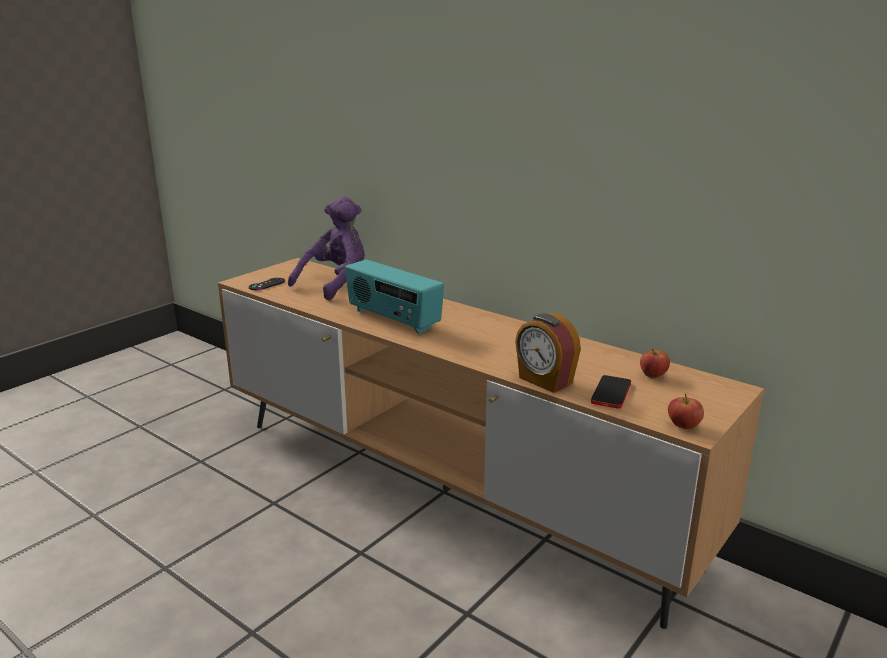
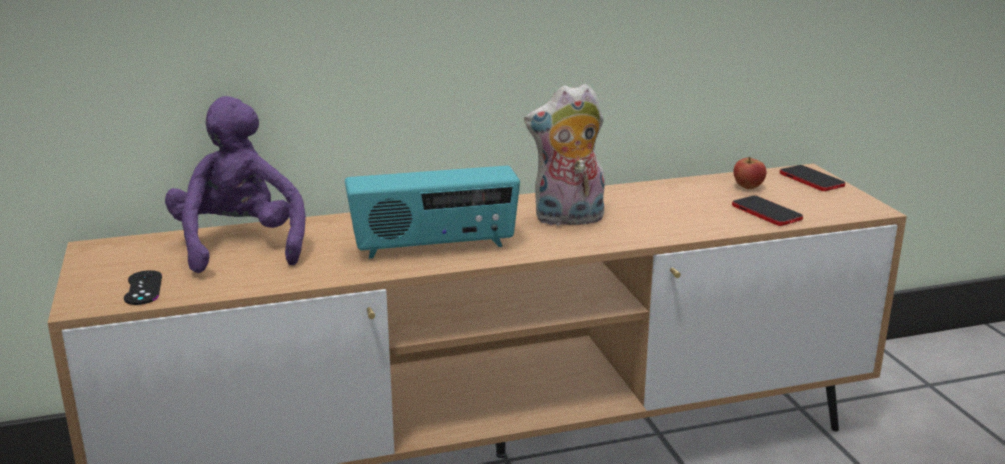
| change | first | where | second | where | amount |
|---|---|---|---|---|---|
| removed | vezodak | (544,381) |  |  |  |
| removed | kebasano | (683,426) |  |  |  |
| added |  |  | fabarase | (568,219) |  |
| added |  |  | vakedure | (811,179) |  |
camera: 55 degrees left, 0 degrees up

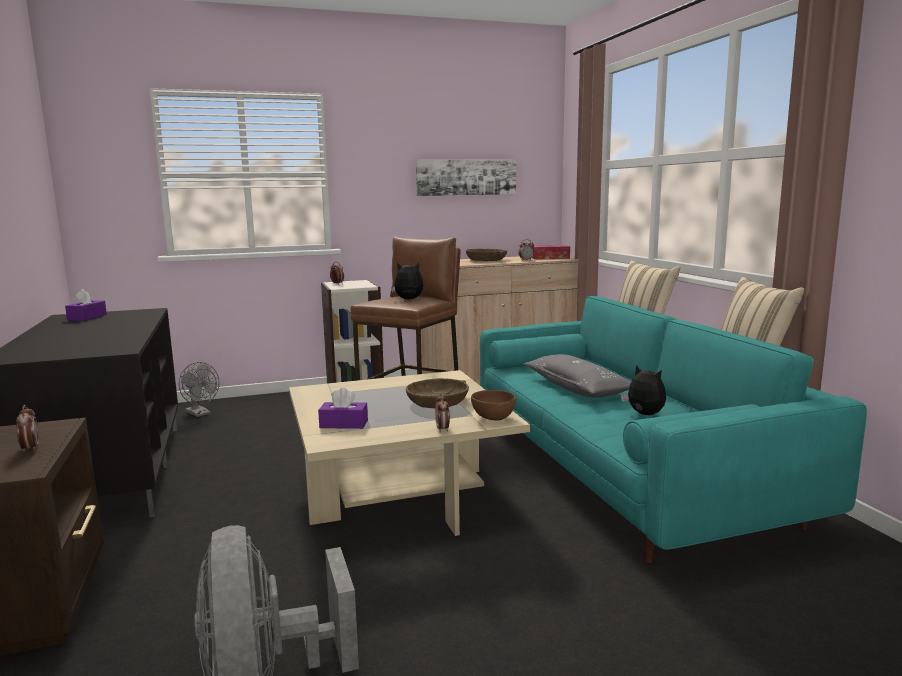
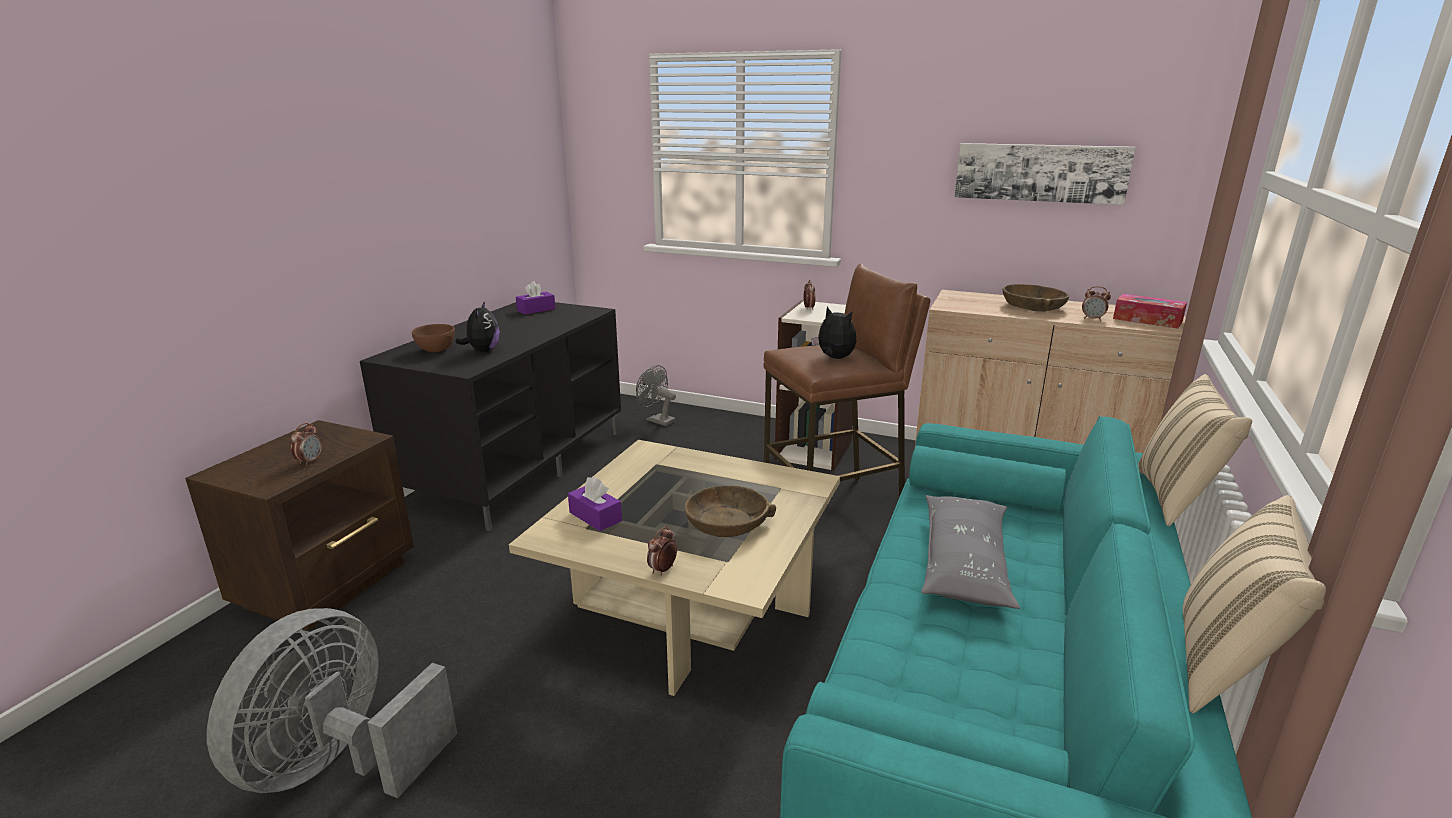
| change | first | where | second | where | amount |
|---|---|---|---|---|---|
| turned | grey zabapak | (200,414) |  | (657,420) | 135 degrees clockwise |
| moved | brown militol | (493,418) |  | (435,350) |  |
| moved | fabarase | (644,414) |  | (483,351) |  |
camera: 40 degrees right, 10 degrees up

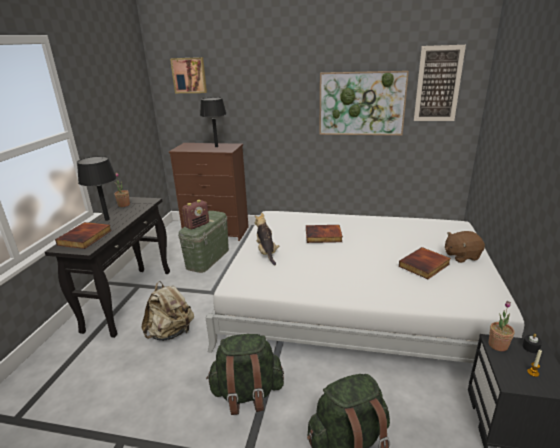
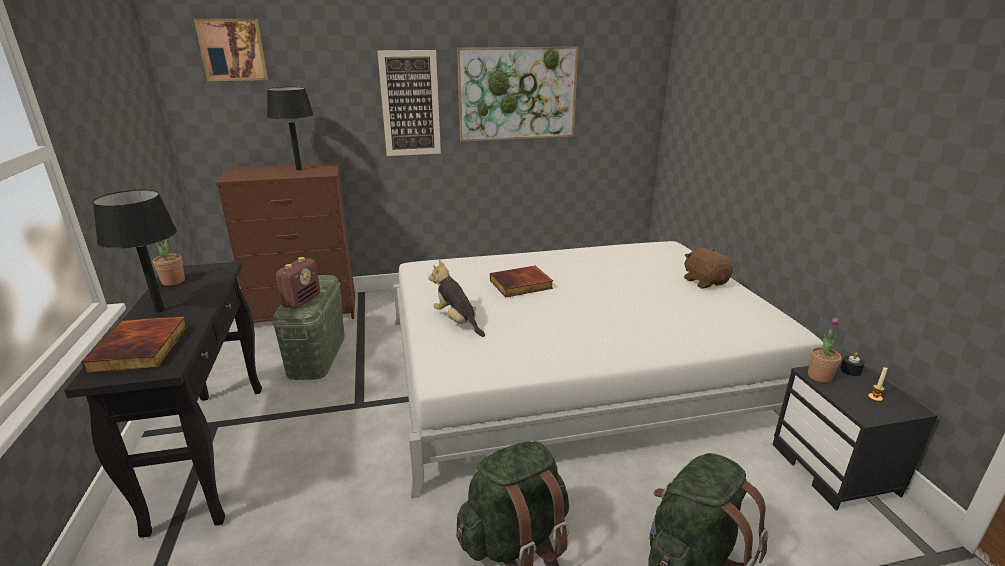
| change | first | where | second | where | amount |
|---|---|---|---|---|---|
| removed | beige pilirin | (171,333) |  |  |  |
| removed | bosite | (425,265) |  |  |  |
| moved | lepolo | (438,84) |  | (410,104) |  |
| turned | brown fabarase | (461,256) |  | (705,282) | 105 degrees clockwise |
camera: 25 degrees left, 0 degrees up

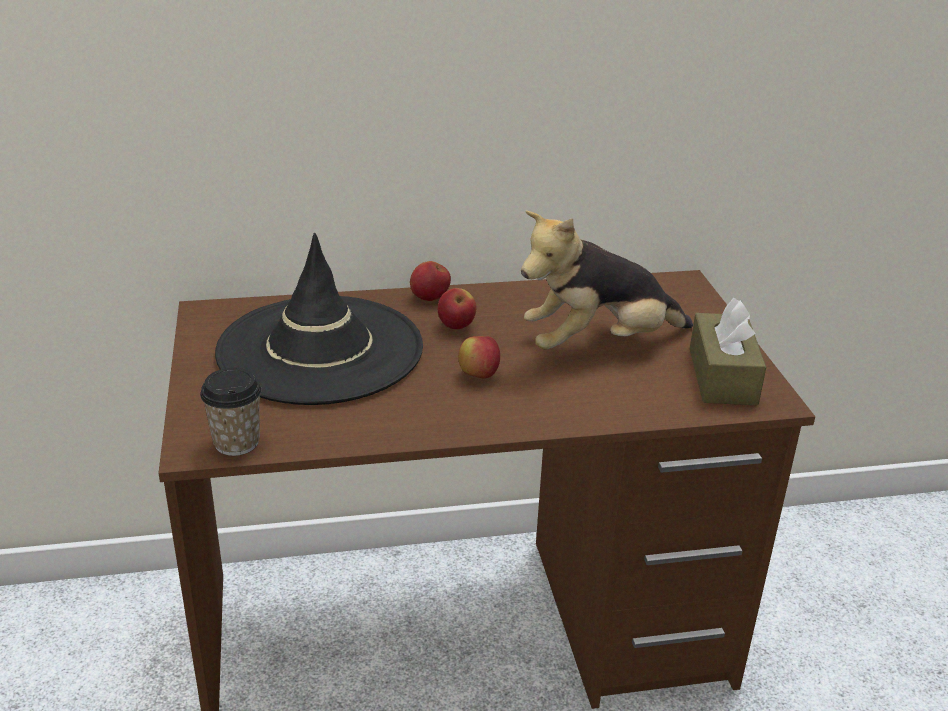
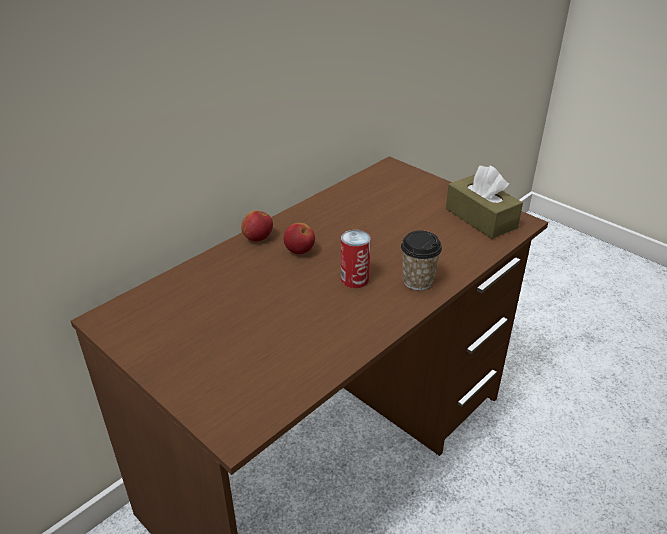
| change | first | where | second | where | amount |
|---|---|---|---|---|---|
| moved | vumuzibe | (236,442) |  | (417,281) |  |
| removed | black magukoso | (320,350) |  |  |  |
| replaced | kebasano | (478,375) | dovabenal | (354,279) |  |
| removed | fabarase | (598,345) |  |  |  |
camera: 35 degrees left, 5 degrees up

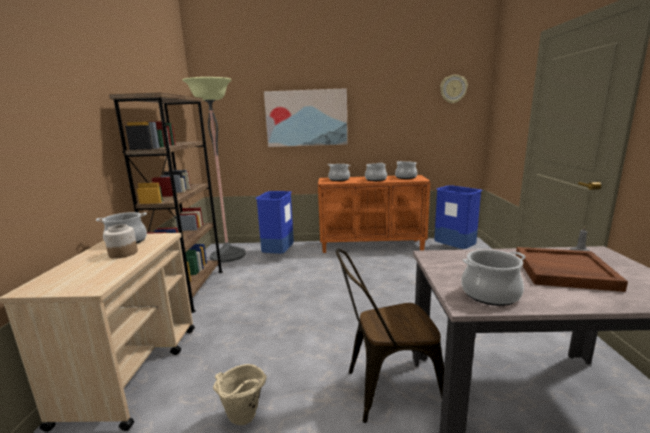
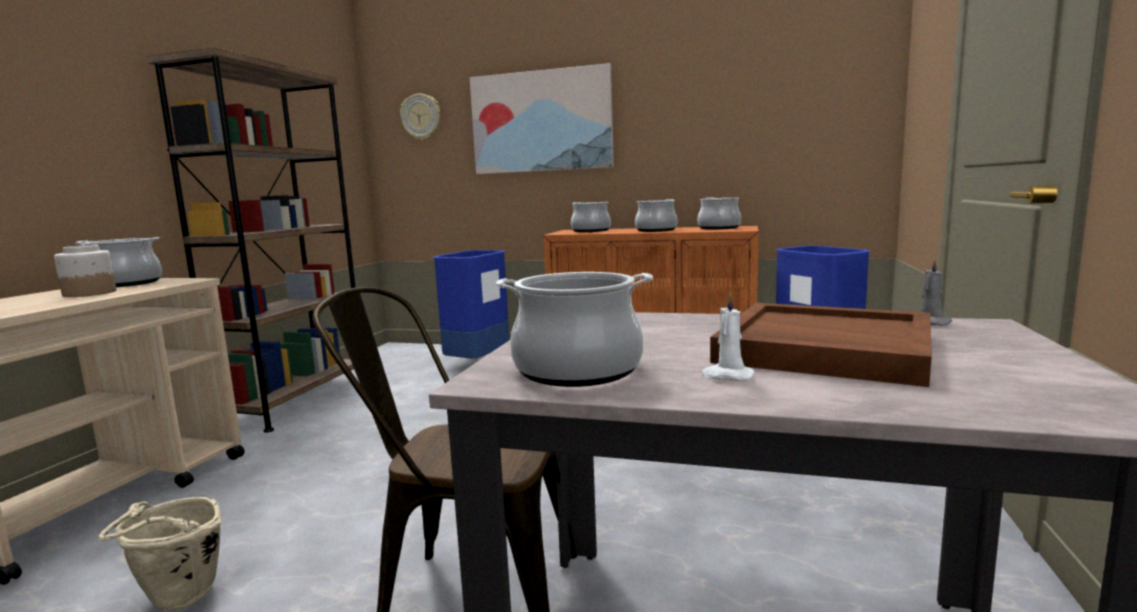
| change | first | where | second | where | amount |
|---|---|---|---|---|---|
| removed | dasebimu | (228,255) |  |  |  |
| moved | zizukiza | (453,89) |  | (421,117) |  |
| added |  |  | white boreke | (726,376) |  |
camera: 15 degrees right, 5 degrees down

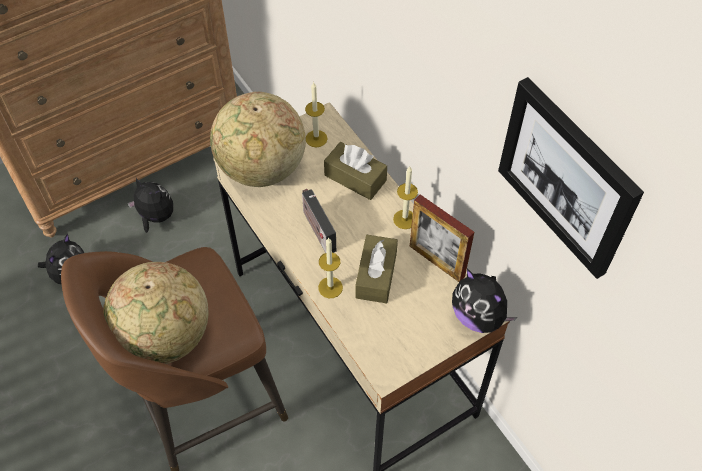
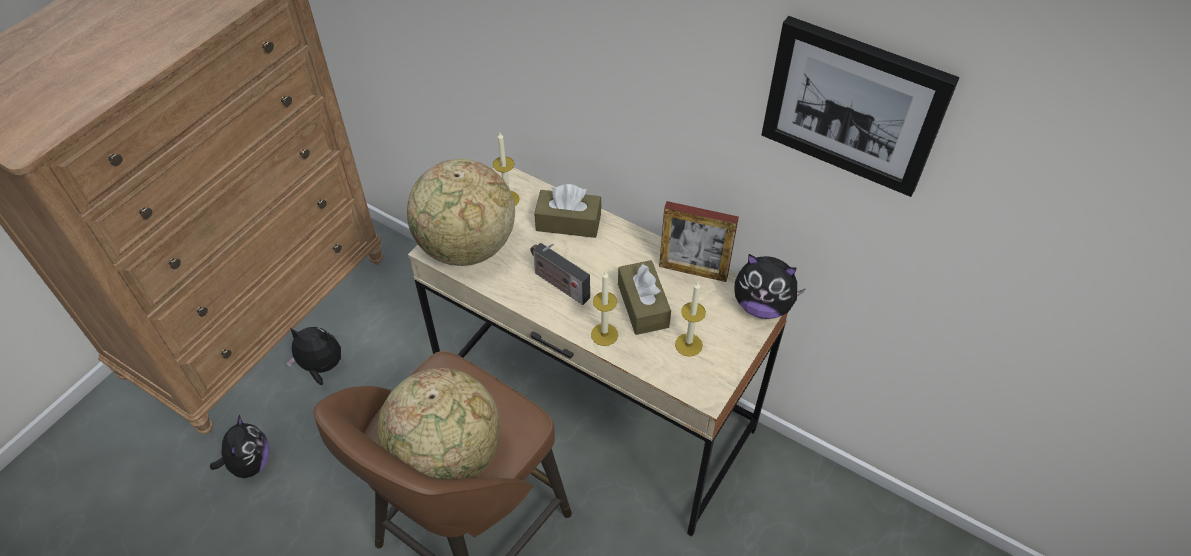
| change | first | where | second | where | amount |
|---|---|---|---|---|---|
| moved | boreke | (404,219) |  | (688,344) |  |
camera: 25 degrees left, 5 degrees down

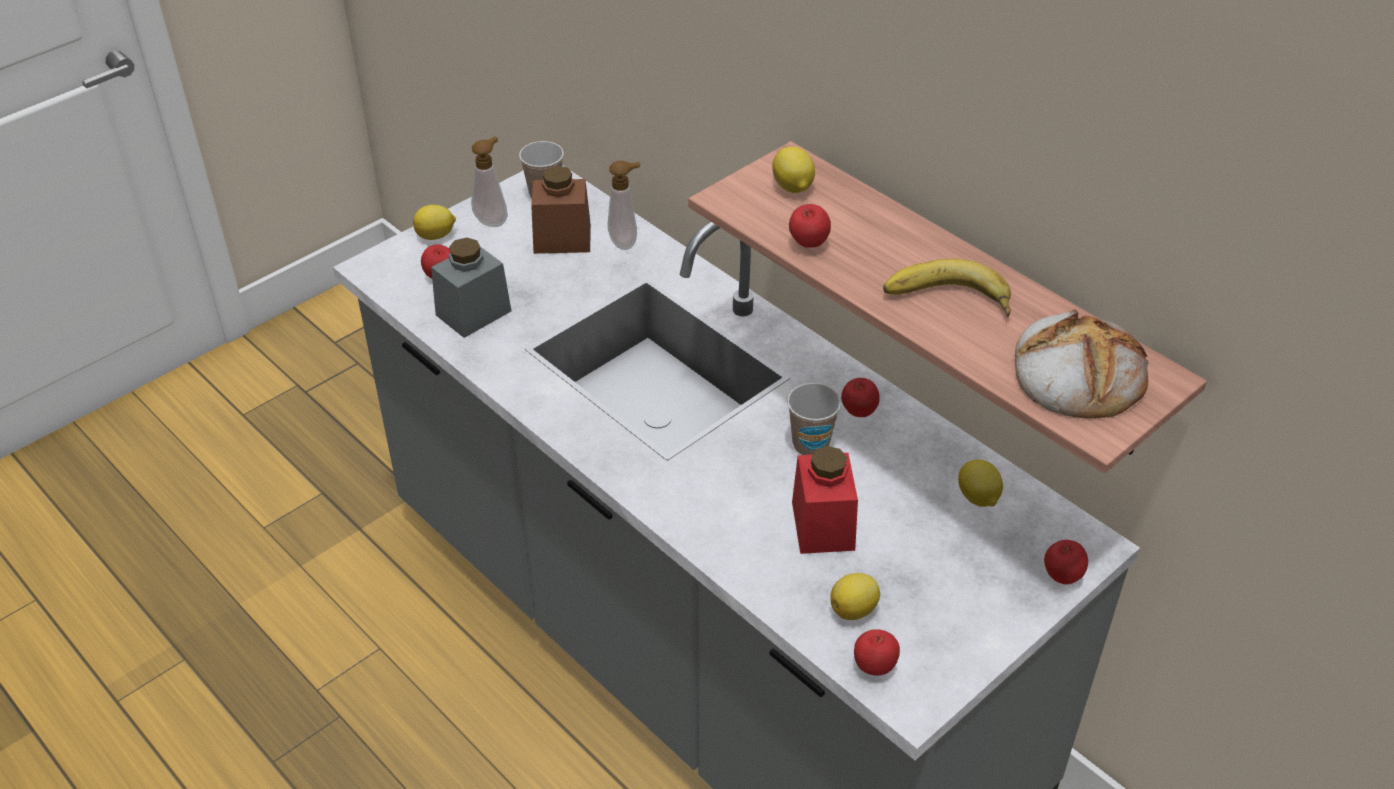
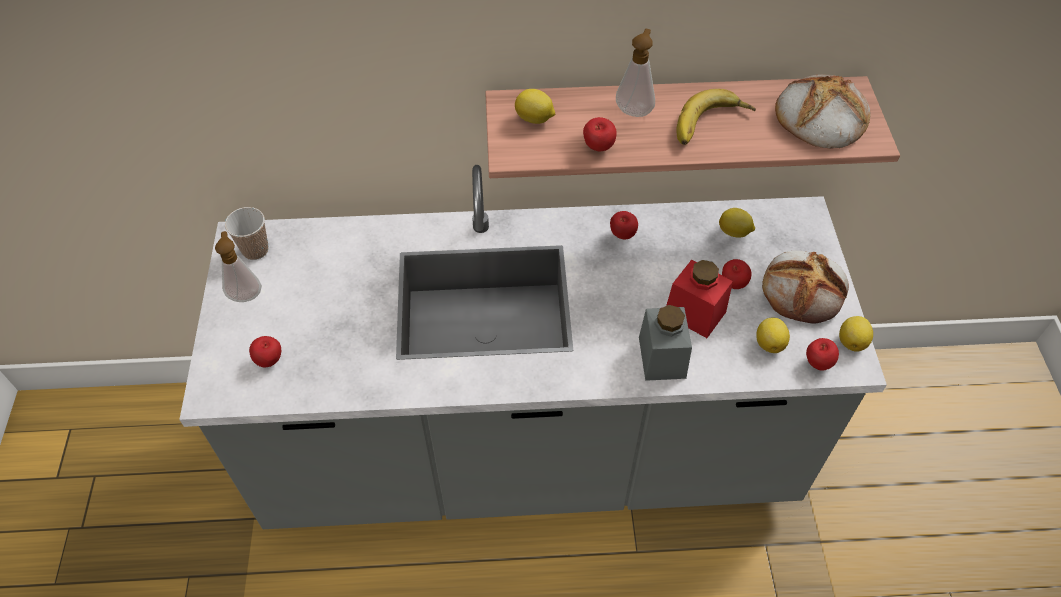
| change | first | where | second | where | amount |
|---|---|---|---|---|---|
| moved | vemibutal | (436,236) |  | (852,341) |  |
| moved | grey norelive | (473,313) |  | (662,357) |  |
| removed | brown norelive | (562,239) |  |  |  |
| moved | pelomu | (626,242) |  | (634,110) |  |
| removed | vumuzibe | (810,444) |  |  |  |
| moved | kebasano | (1061,577) |  | (733,284) |  |
| added |  |  | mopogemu | (804,289) |  |
camera: 50 degrees left, 10 degrees up

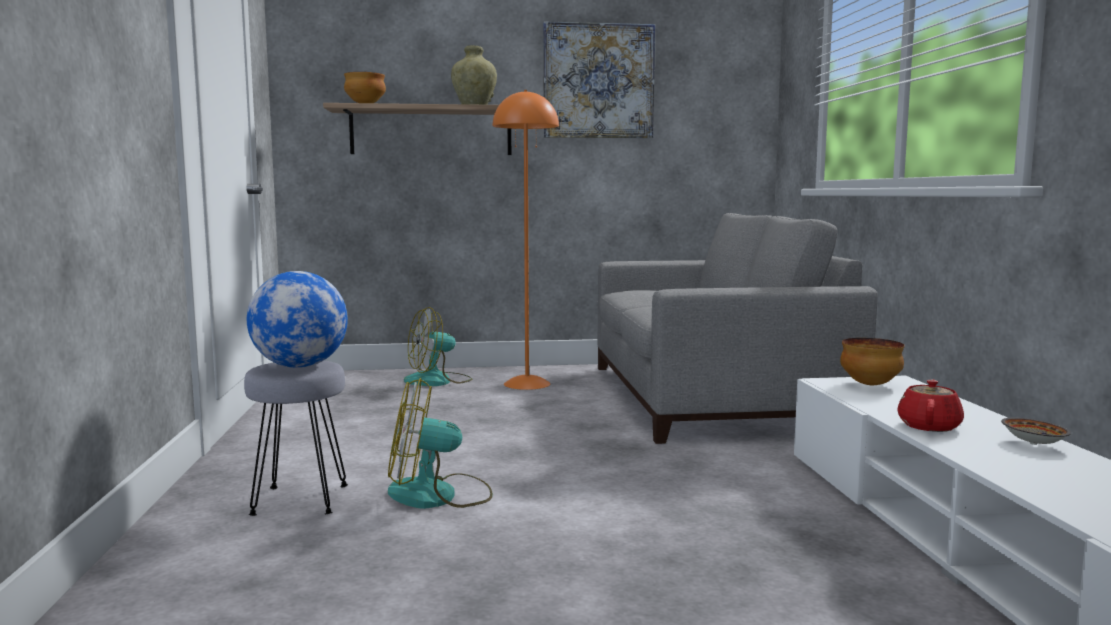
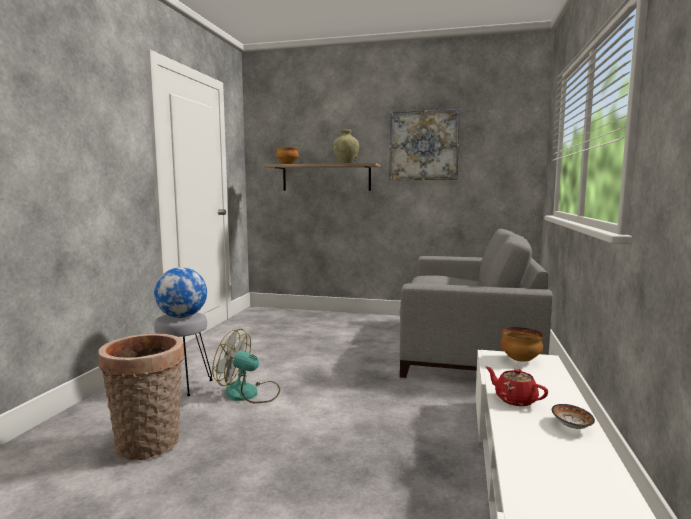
| change | first | where | second | where | amount |
|---|---|---|---|---|---|
| removed | zabapak | (438,381) |  |  |  |
| removed | orange dasebimu | (527,383) |  |  |  |
| turned | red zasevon | (929,426) |  | (514,399) | 90 degrees counterclockwise |
| added |  |  | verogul | (148,447) |  |
camera: 20 degrees right, 0 degrees up

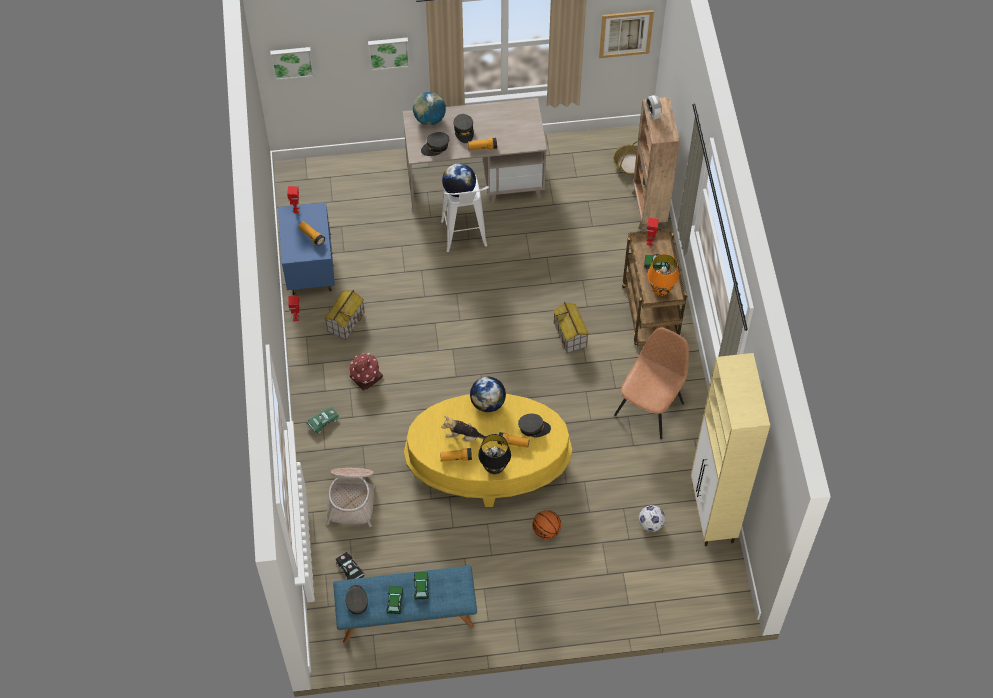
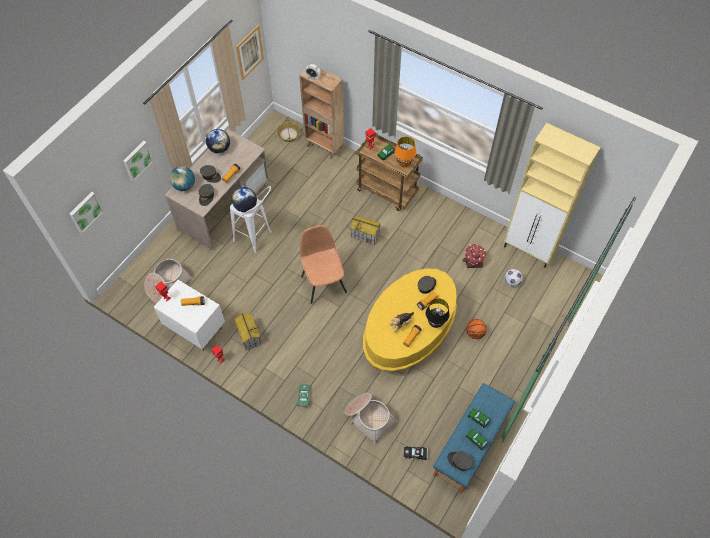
| change | first | where | second | where | amount |
|---|---|---|---|---|---|
| recoloured | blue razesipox | (310,270) | white razesipox | (195,329) |  |
| moved | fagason | (365,377) |  | (473,261) |  |
| moved | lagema | (487,403) |  | (219,149) |  |
| moved | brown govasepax | (650,408) |  | (323,283) |  |
| added |  |  | verogul | (167,284) |  |
camera: 50 degrees left, 0 degrees up

